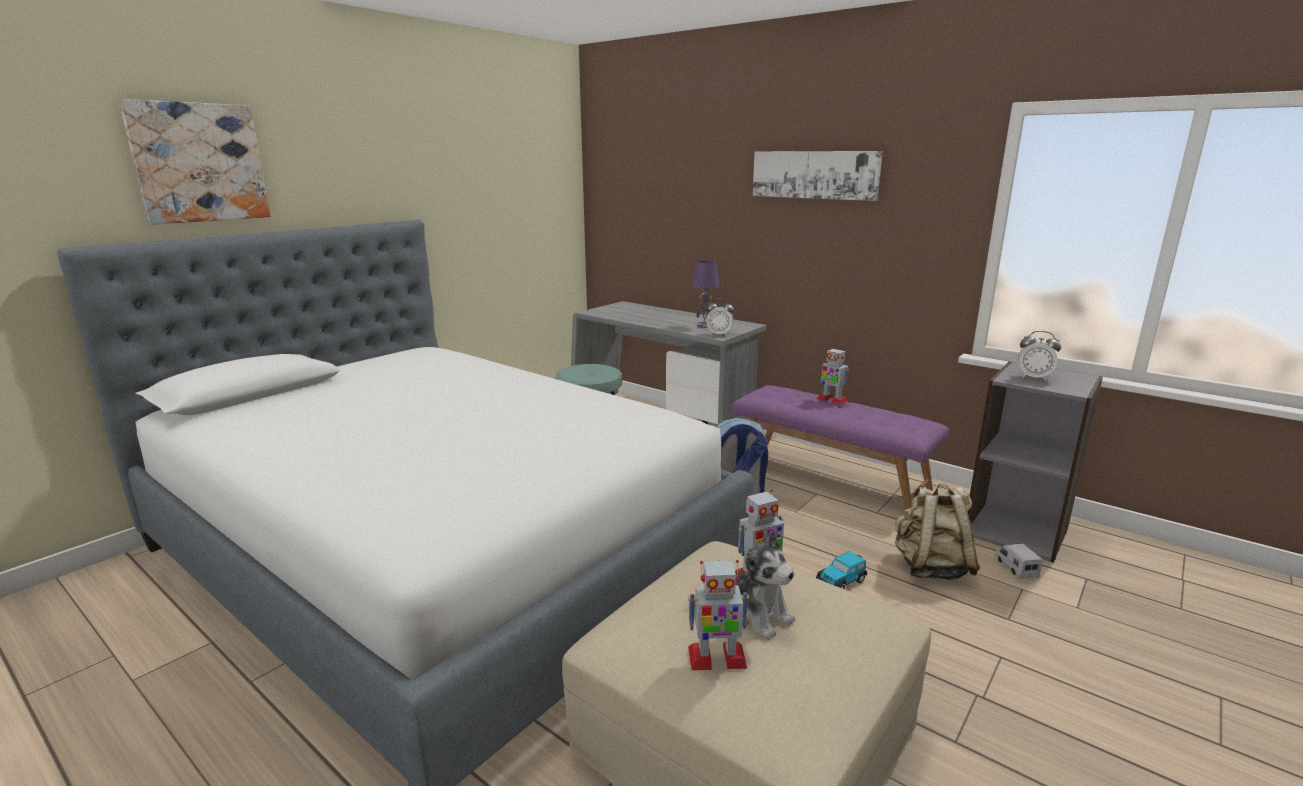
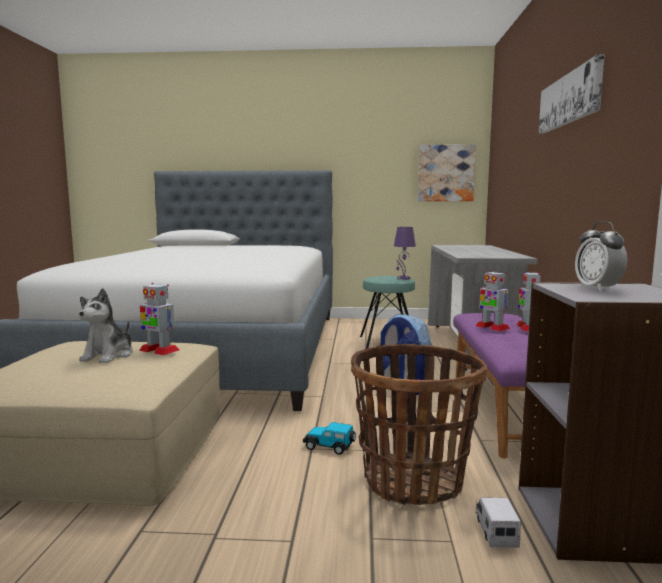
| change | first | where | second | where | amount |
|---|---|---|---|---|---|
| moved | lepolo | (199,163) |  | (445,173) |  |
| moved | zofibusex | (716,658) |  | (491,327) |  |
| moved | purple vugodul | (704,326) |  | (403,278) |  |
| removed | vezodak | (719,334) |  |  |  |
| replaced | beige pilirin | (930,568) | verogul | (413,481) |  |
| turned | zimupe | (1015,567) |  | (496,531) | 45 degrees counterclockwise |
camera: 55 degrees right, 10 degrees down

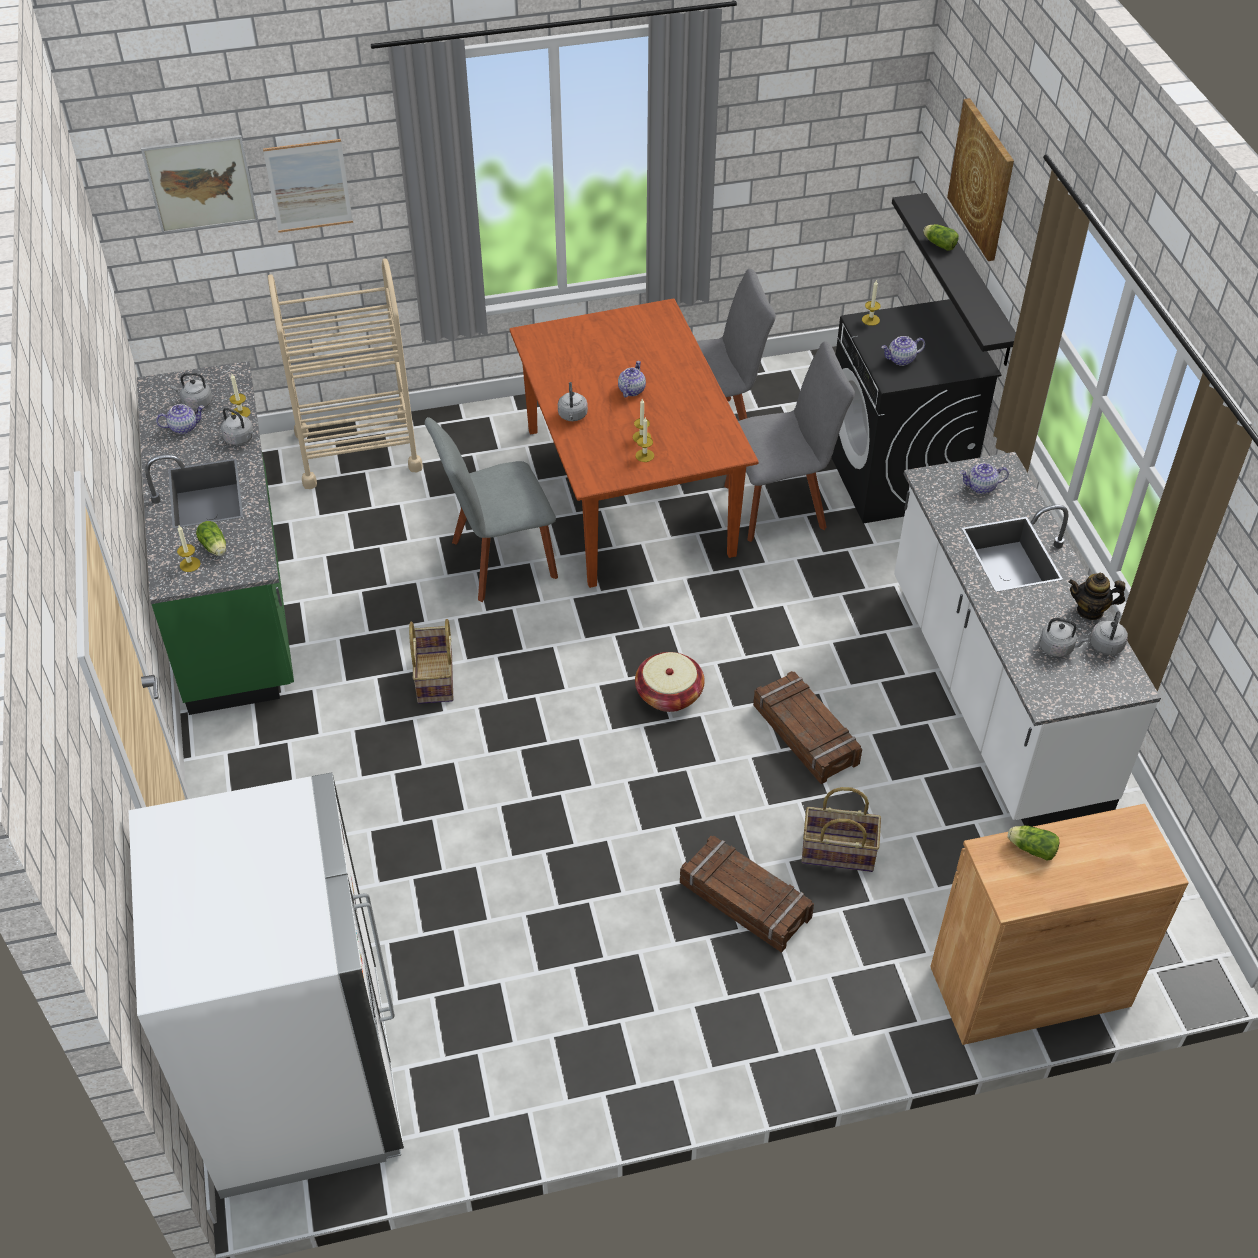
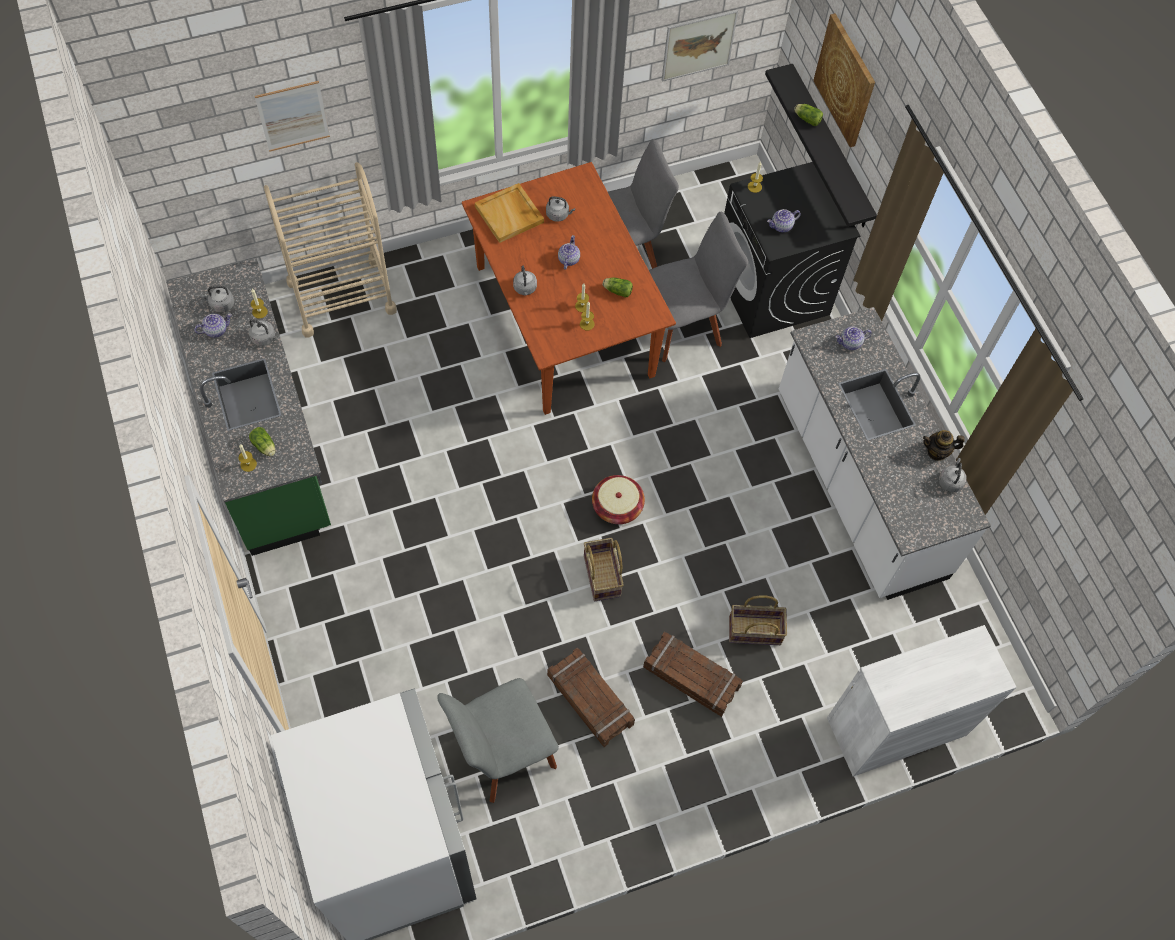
| change | first | where | second | where | amount |
|---|---|---|---|---|---|
| moved | lepolo | (201,184) |  | (698,45) |  |
| moved | verogul | (436,678) |  | (603,576) |  |
| moved | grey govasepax | (498,562) |  | (501,753) |  |
| moved | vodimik | (806,734) |  | (590,699) |  |
| recoloured | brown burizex | (1029,986) | white burizex | (896,726) |  |
| moved | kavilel | (1030,848) |  | (616,290) |  |
| moved | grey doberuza | (1058,648) |  | (558,214) |  |
| added |  |  | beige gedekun | (510,215) |  |
camera: 10 degrees left, 15 degrees up

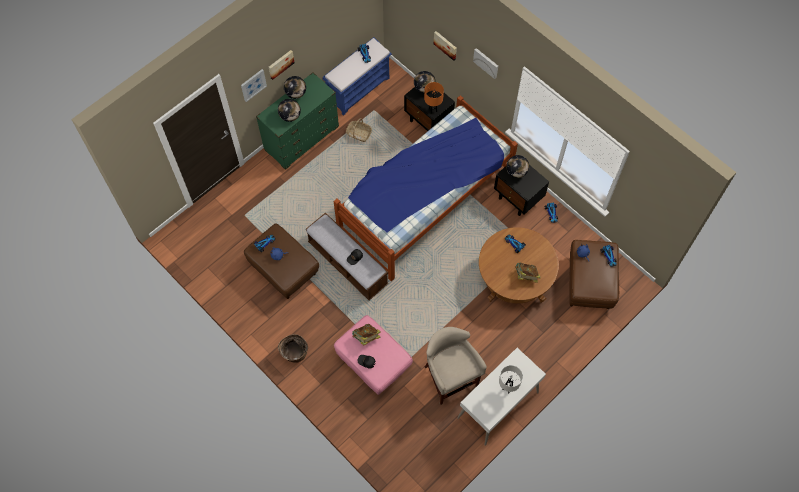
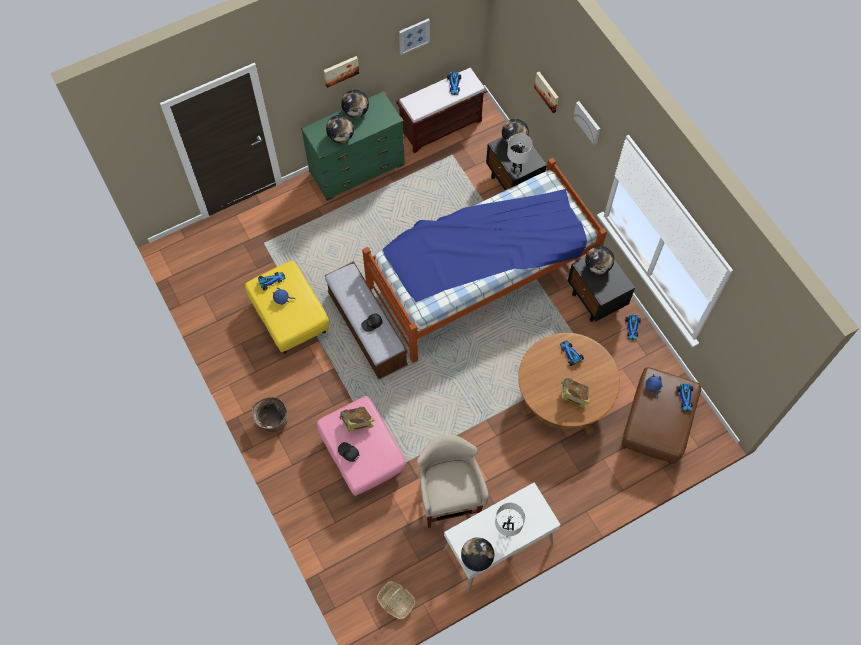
| change | first | where | second | where | amount |
|---|---|---|---|---|---|
| moved | lepolo | (253,85) |  | (414,36) |  |
| recoloured | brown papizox | (283,269) | yellow papizox | (289,317) |  |
| recoloured | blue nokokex | (359,89) | brown nokokex | (441,126) |  |
| moved | verogul | (358,133) |  | (396,601) |  |
| recoloured | orange vugodul | (433,110) | white vugodul | (517,169) |  |
| added |  |  | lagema | (477,558) |  |
camera: 15 degrees right, 0 degrees up

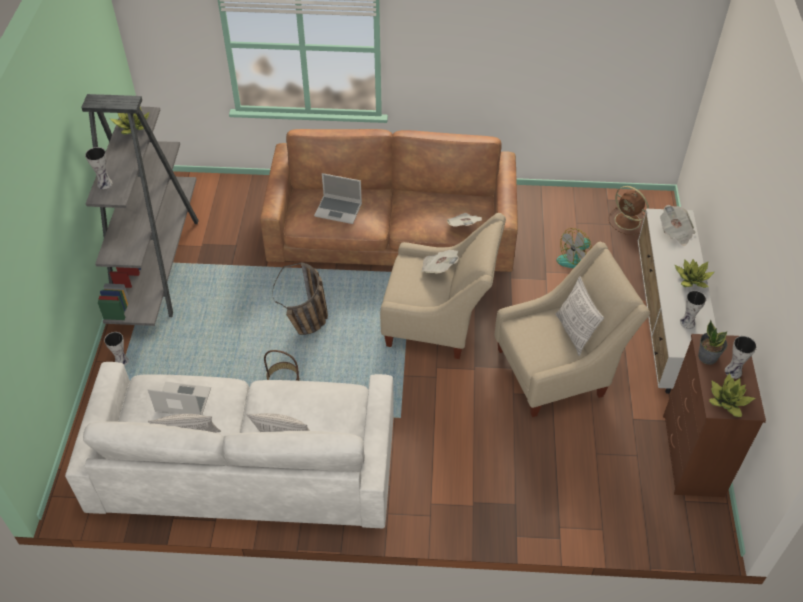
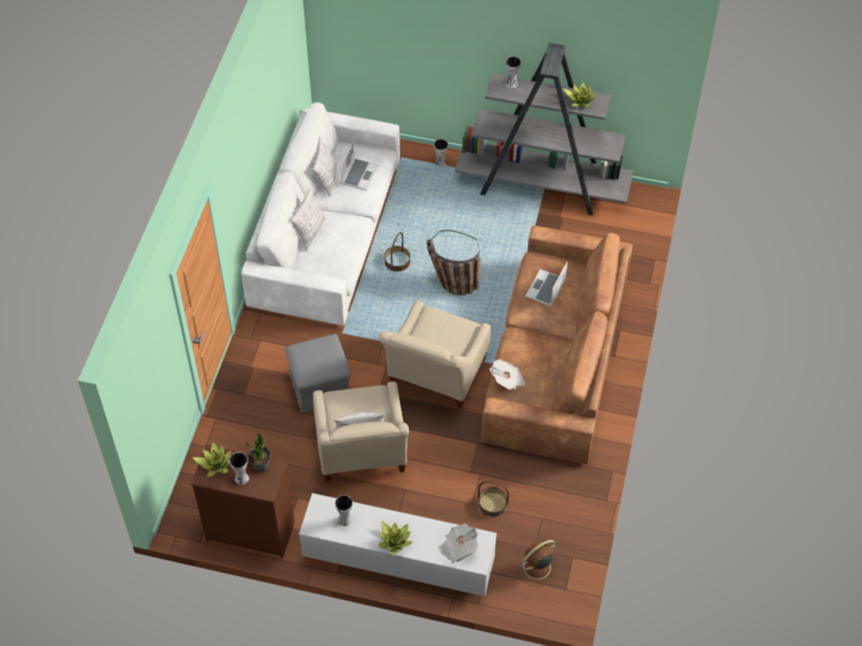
| change | first | where | second | where | amount |
|---|---|---|---|---|---|
| removed | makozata | (438,268) |  |  |  |
| replaced | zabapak | (576,258) | verogul | (492,504) |  |
| added |  |  | grey papizox | (320,386) |  |
camera: 100 degrees right, 5 degrees up

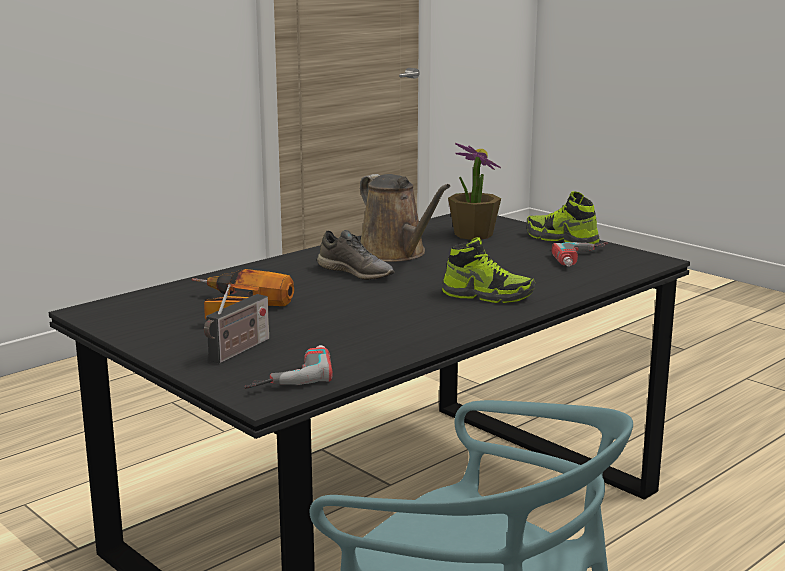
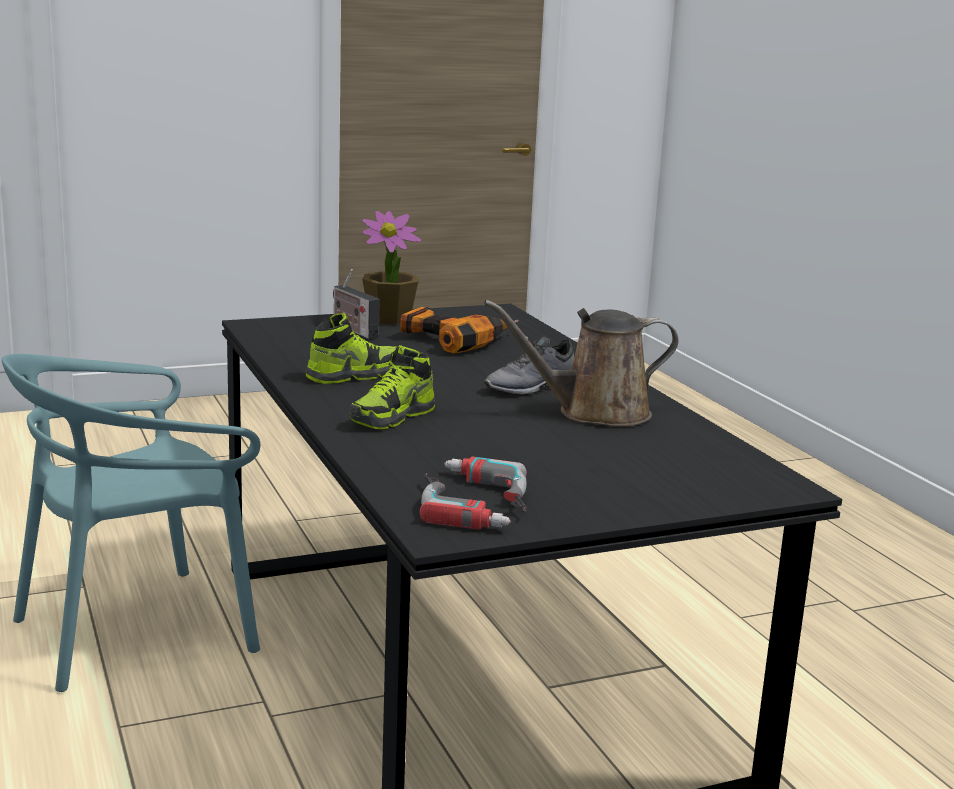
| change | first | where | second | where | amount |
|---|---|---|---|---|---|
| moved | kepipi | (288,375) |  | (464,508) |  |
| moved | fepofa | (473,234) |  | (390,319) |  |
| moved | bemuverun | (561,239) |  | (353,375) |  |
camera: 110 degrees right, 0 degrees up

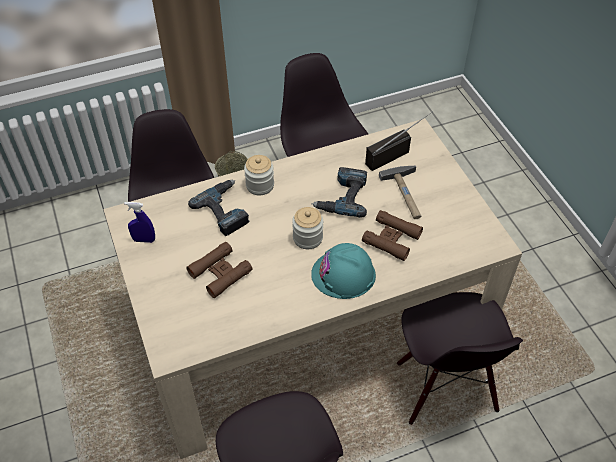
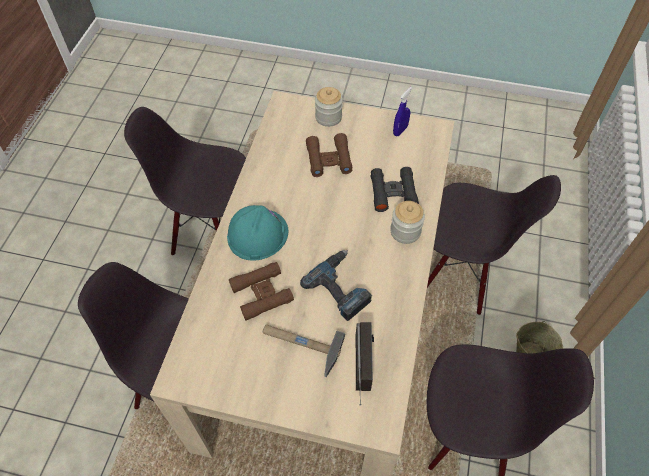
| change | first | where | second | where | amount |
|---|---|---|---|---|---|
| replaced | kepipi | (225,210) | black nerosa | (393,193) |  |
| moved | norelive | (307,238) |  | (328,117) |  |
camera: 125 degrees right, 5 degrees up

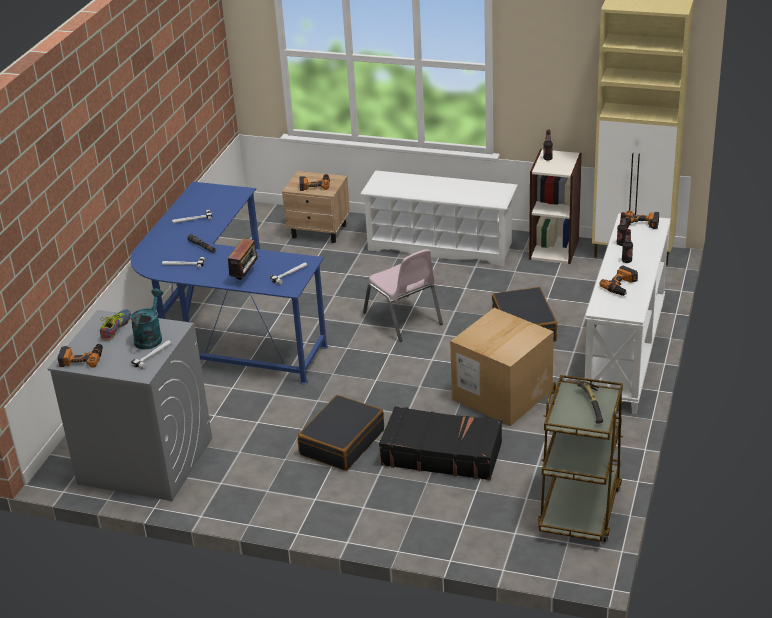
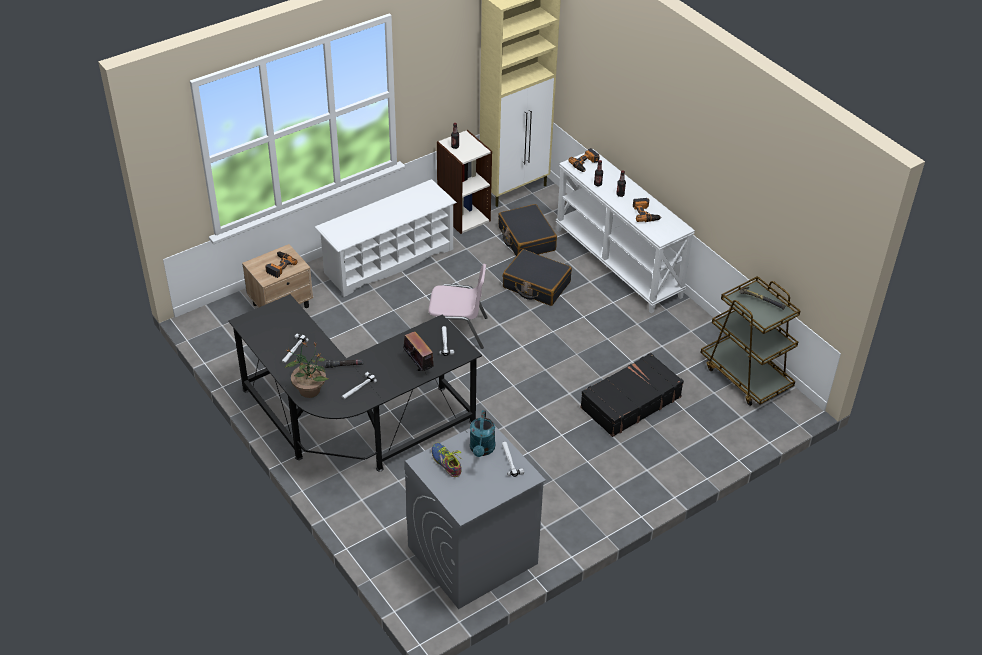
| change | first | where | second | where | amount |
|---|---|---|---|---|---|
| removed | kepipi | (81,358) |  |  |  |
| recoloured | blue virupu | (226,329) | black virupu | (352,425) |  |
| turned | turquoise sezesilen | (150,337) |  | (482,450) | 135 degrees counterclockwise |
| moved | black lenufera | (341,442) |  | (526,239) |  |
| removed | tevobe | (502,394) |  |  |  |
| added |  |  | fepofa | (309,389) |  |
camera: 55 degrees left, 10 degrees up

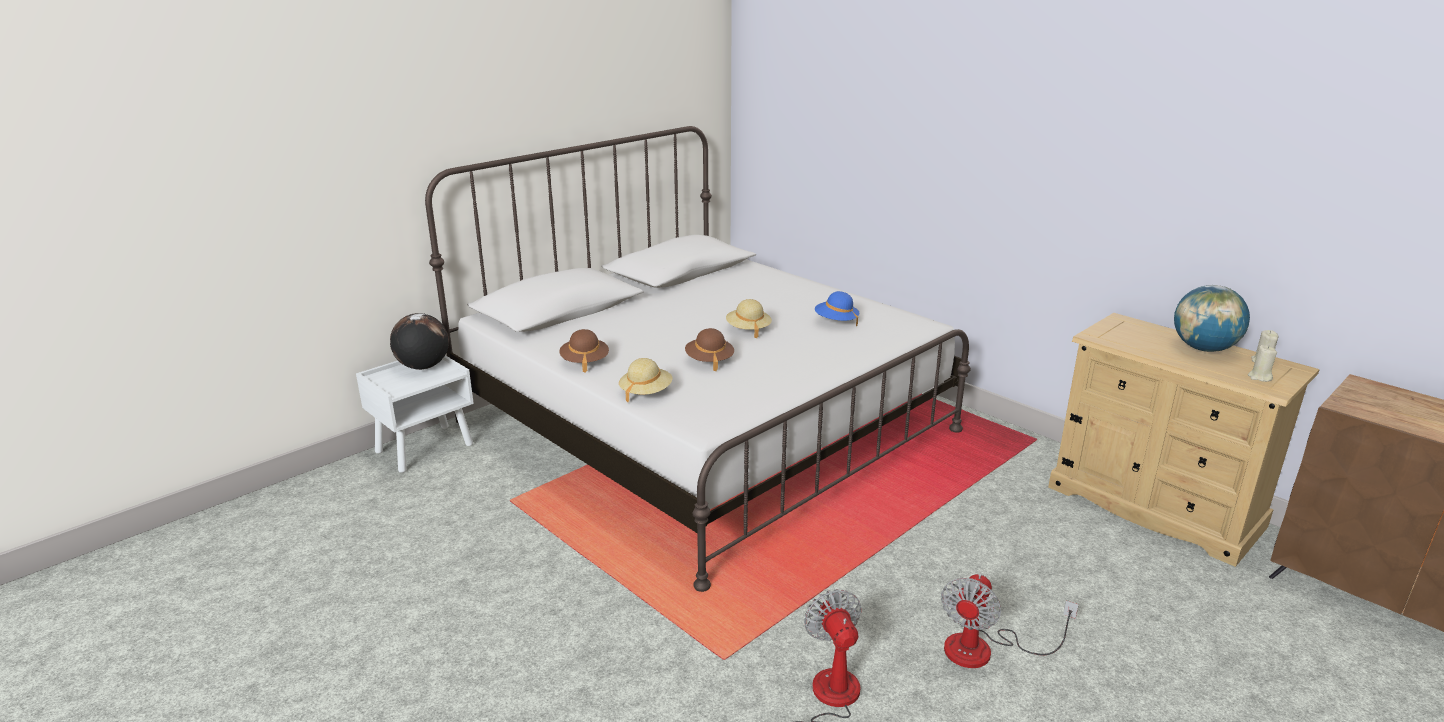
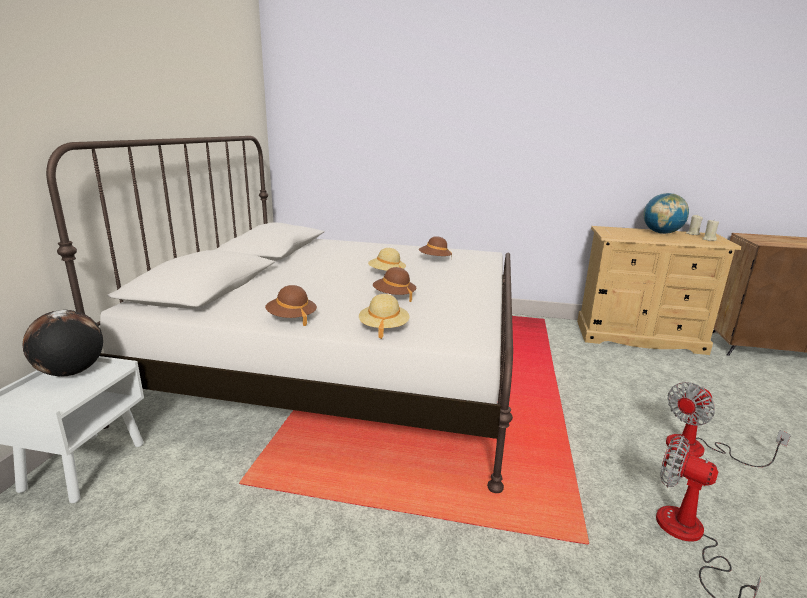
| change | first | where | second | where | amount |
|---|---|---|---|---|---|
| recoloured | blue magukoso | (836,321) | brown magukoso | (434,260) |  |
| turned | zabapak | (984,650) |  | (699,449) | 60 degrees clockwise |
camera: 35 degrees left, 5 degrees down

